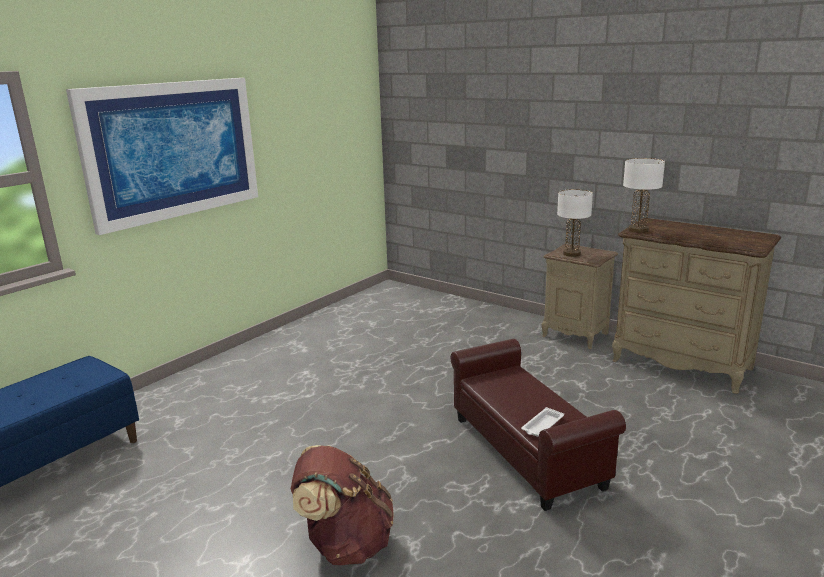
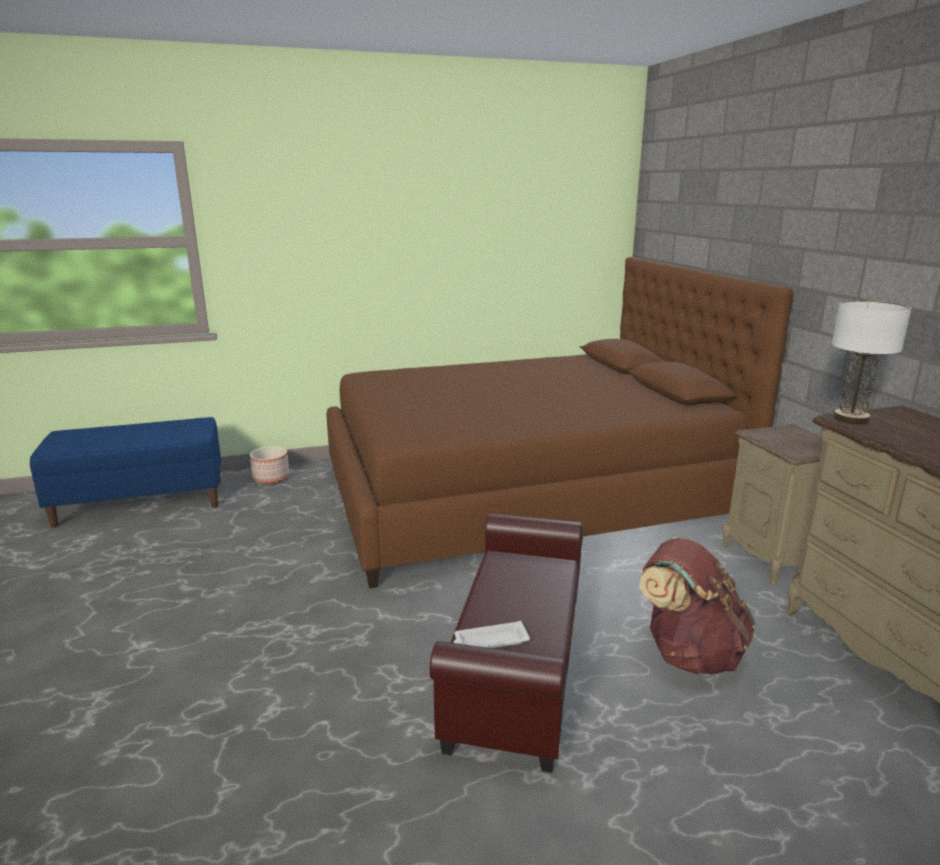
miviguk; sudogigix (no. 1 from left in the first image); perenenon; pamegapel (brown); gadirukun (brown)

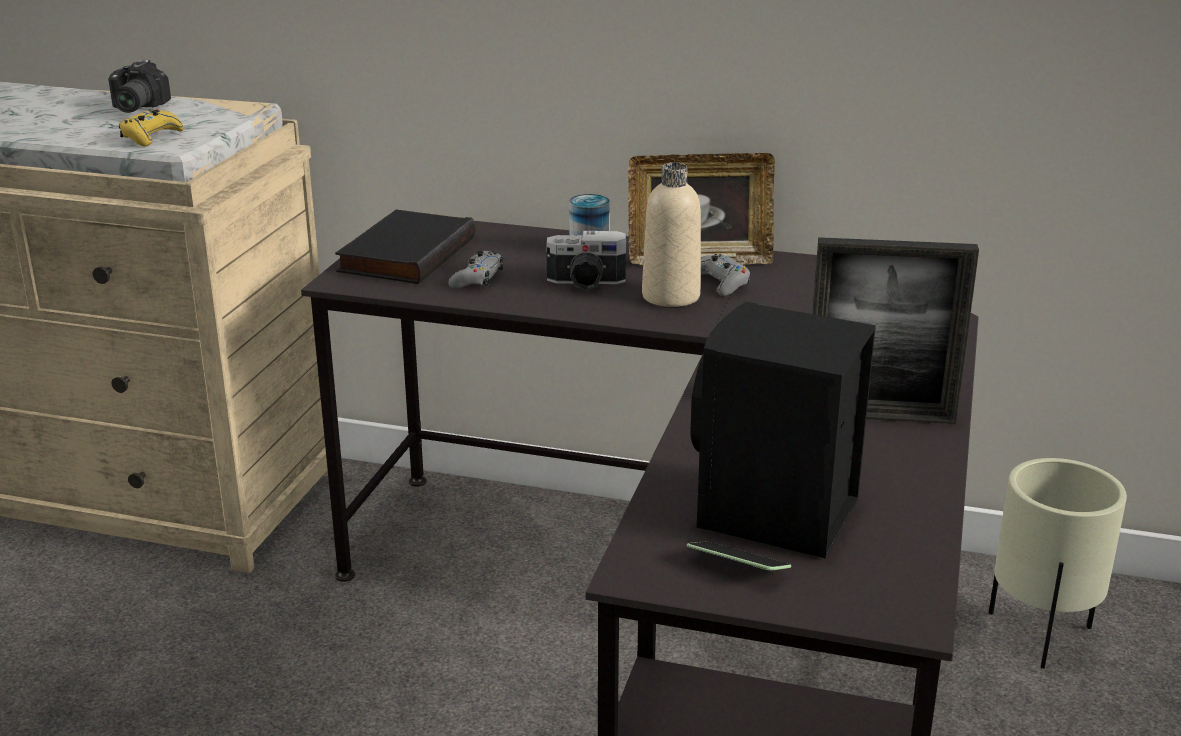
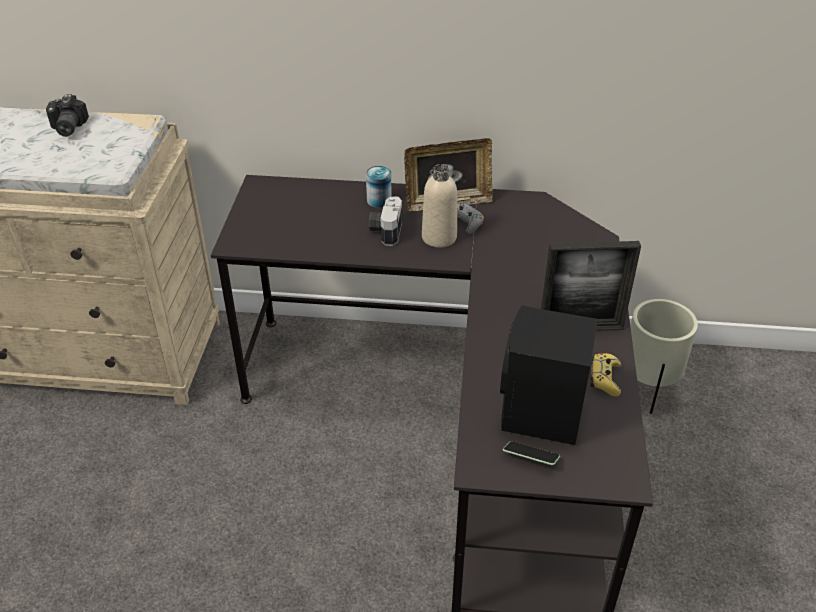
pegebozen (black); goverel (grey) (no. 1 from left in the first image); goverel (yellow); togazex (no. 2 from left)

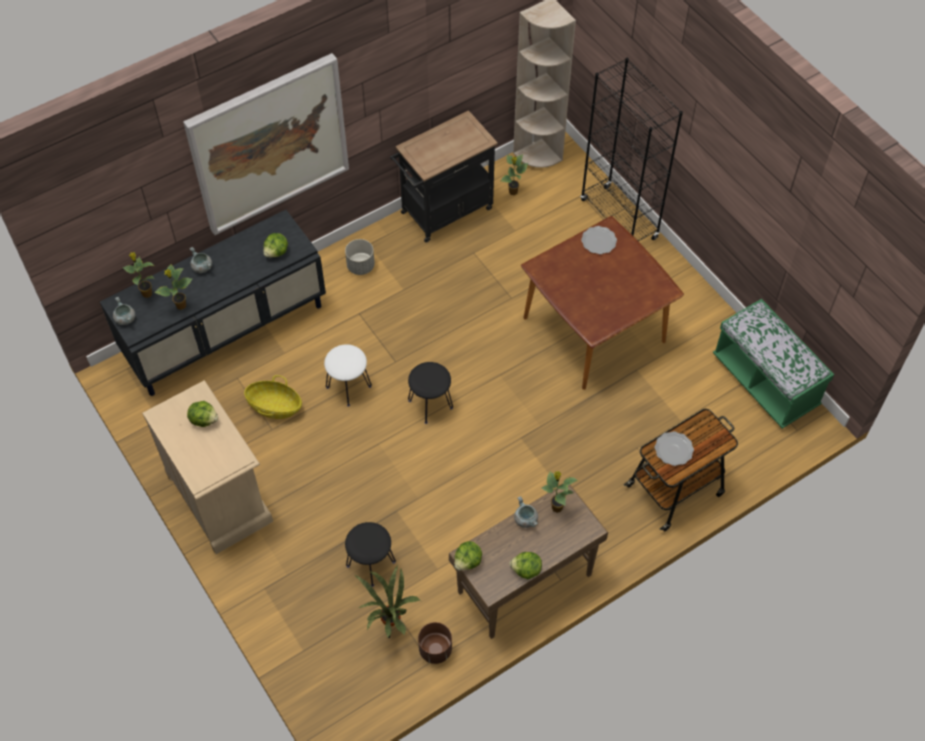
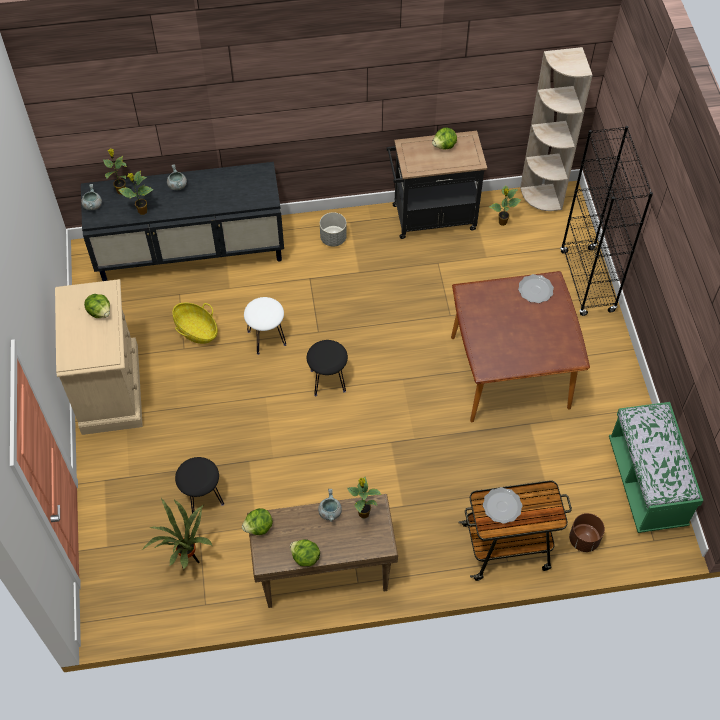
miviguk; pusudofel (no. 4 from left); perenenon (brown)

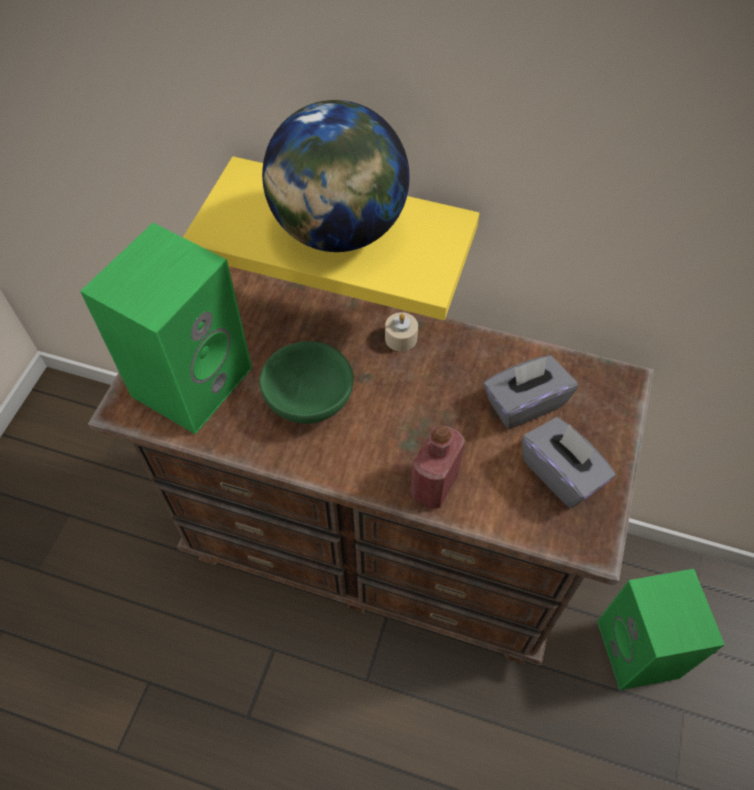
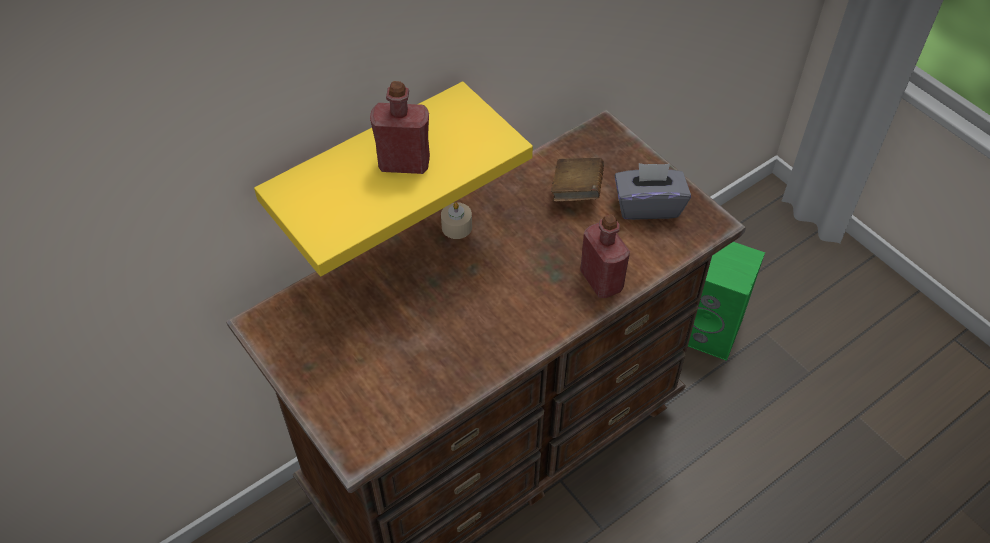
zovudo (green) (no. 1 from left in the first image); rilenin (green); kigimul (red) (no. 1 from left); pegebozen (brown)

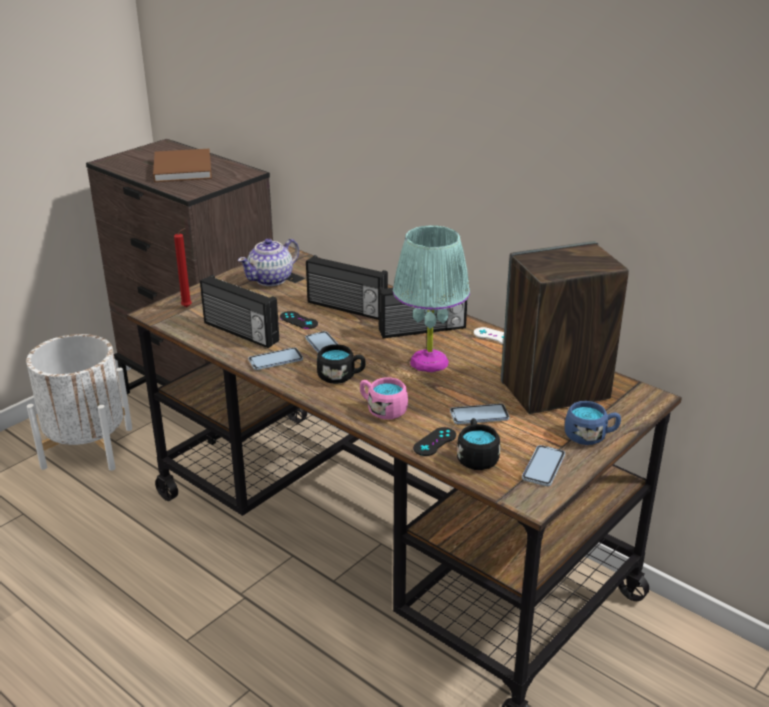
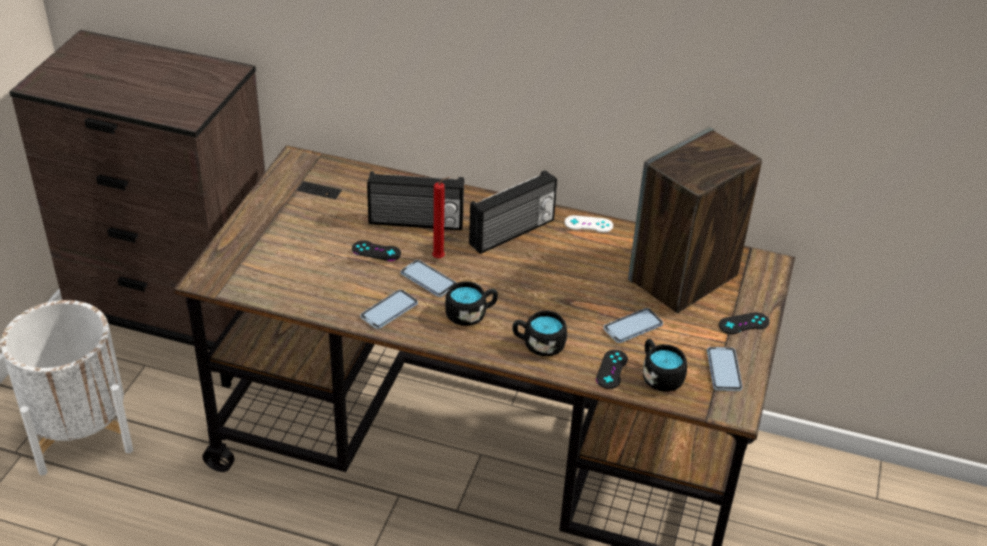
pegebozen (brown); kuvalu (no. 1 from left in the first image); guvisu; sudogigix (turquoise); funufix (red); goverel (black) (no. 3 from left); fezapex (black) (no. 2 from left)

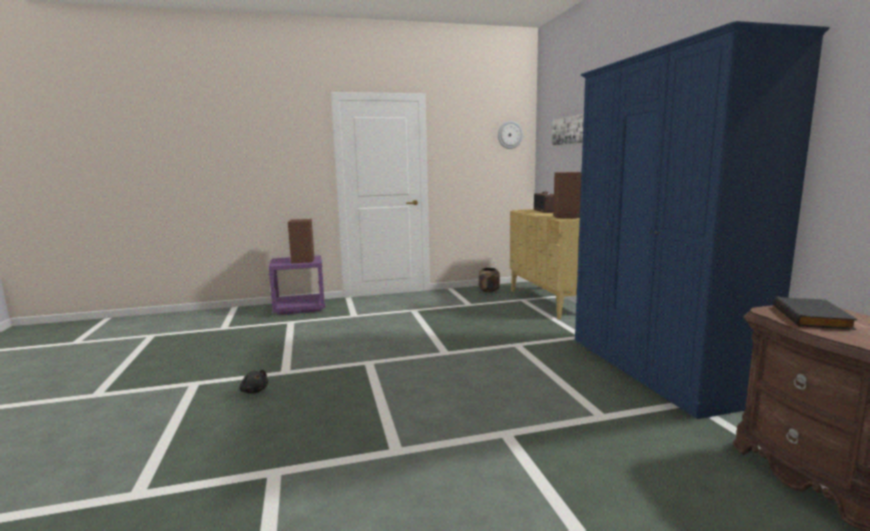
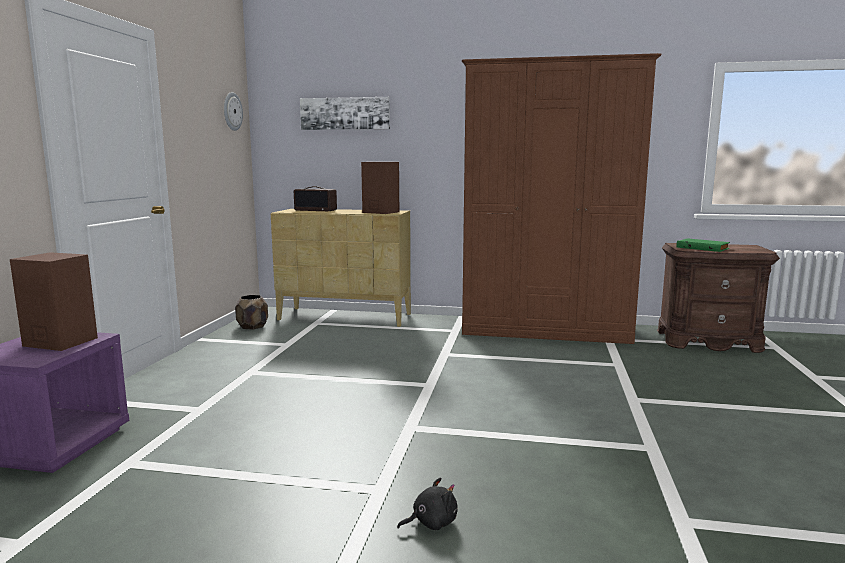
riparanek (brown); pegebozen (green)

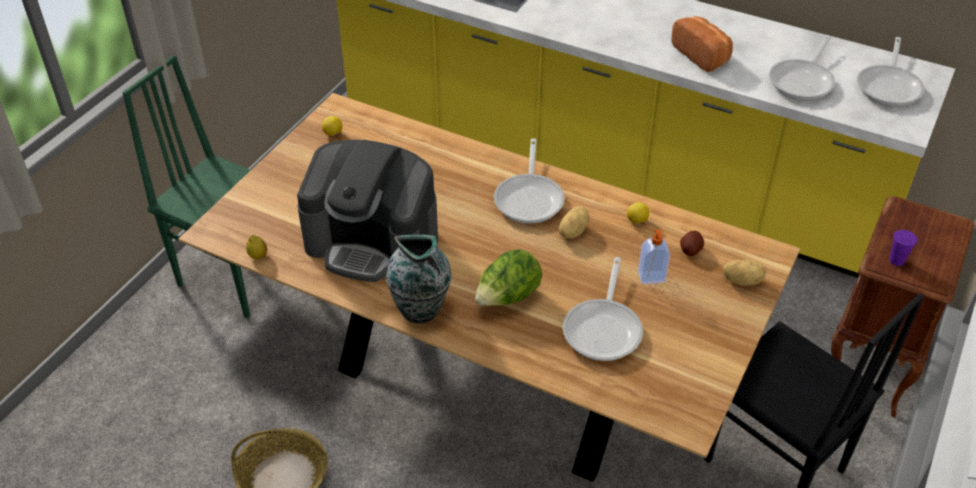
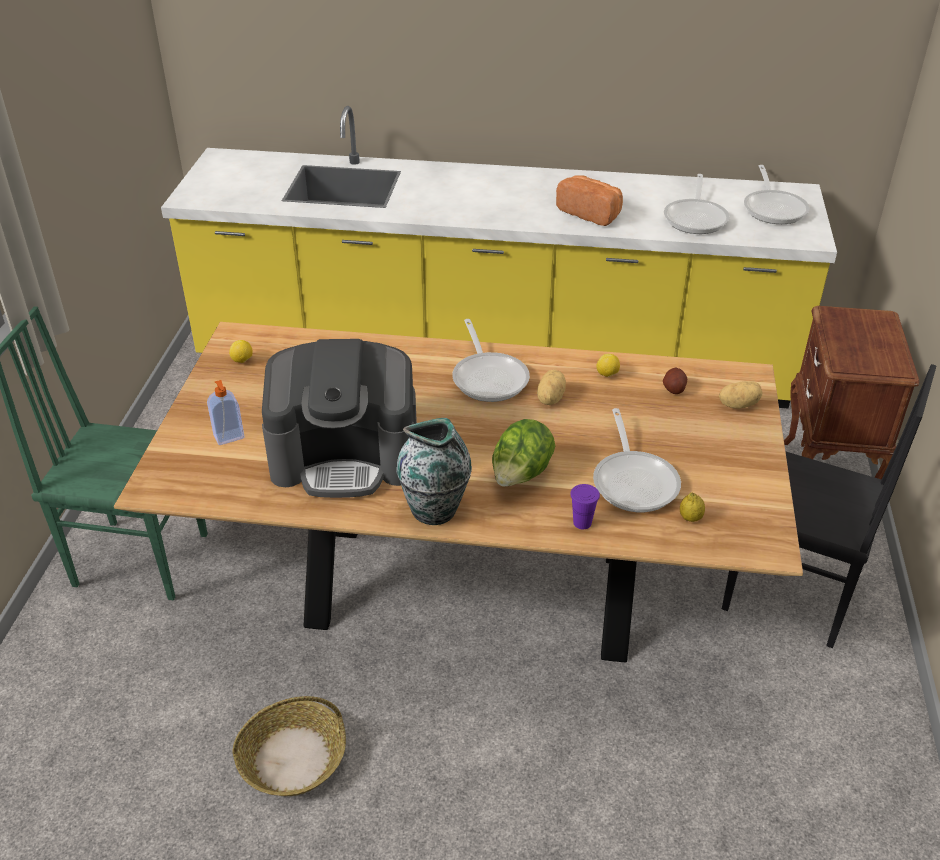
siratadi (no. 3 from left); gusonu; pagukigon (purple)

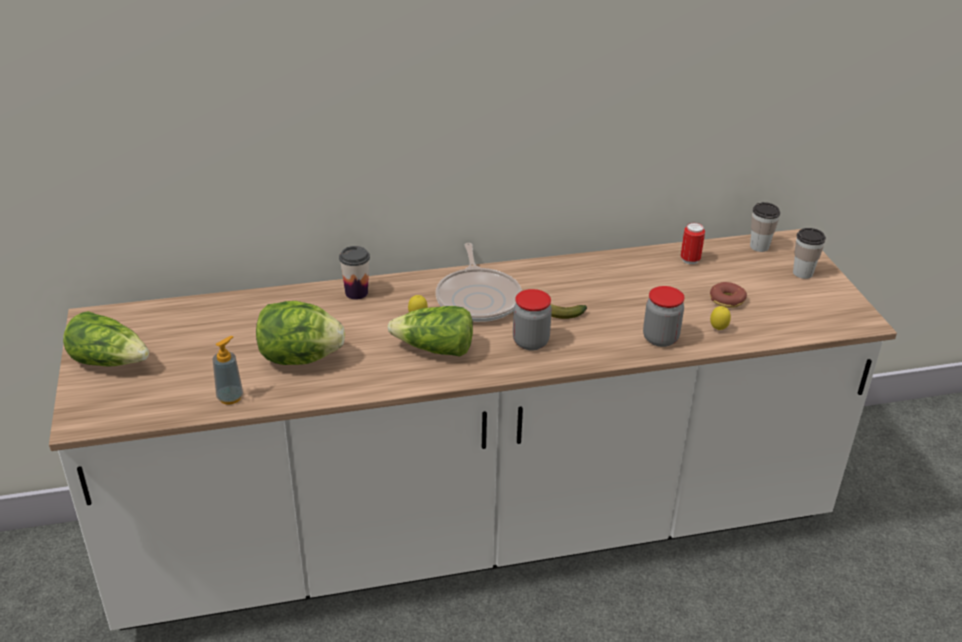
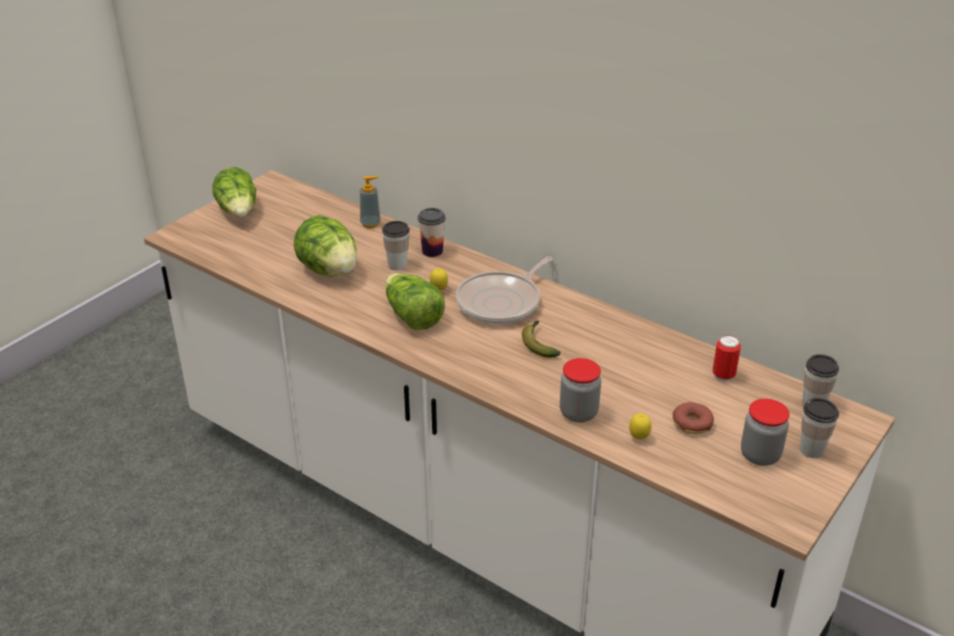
pagukigon (no. 1 from left); gusonu; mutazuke (no. 2 from left)

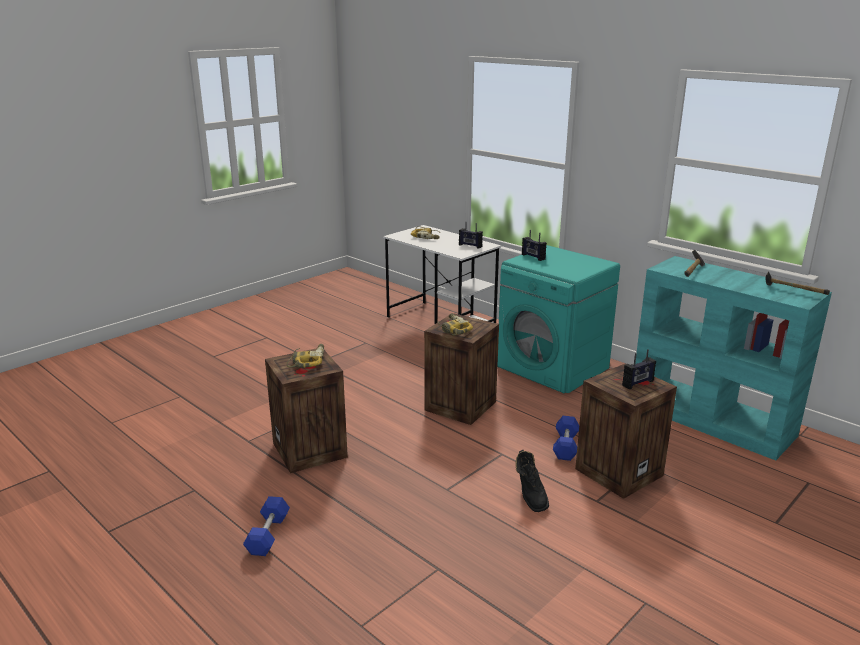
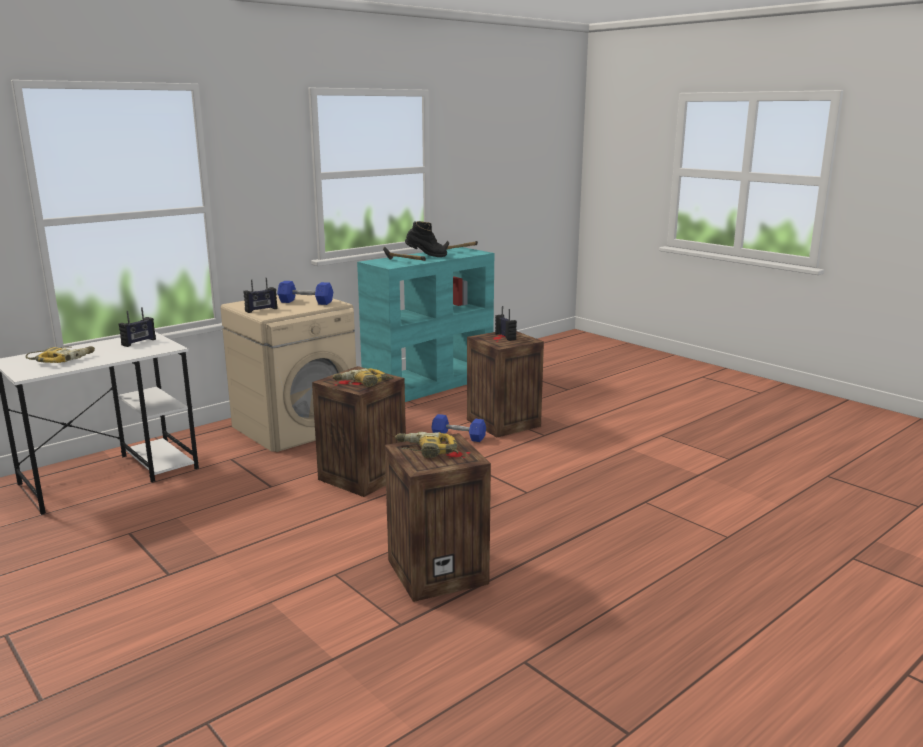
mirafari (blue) (no. 1 from left); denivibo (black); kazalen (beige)

